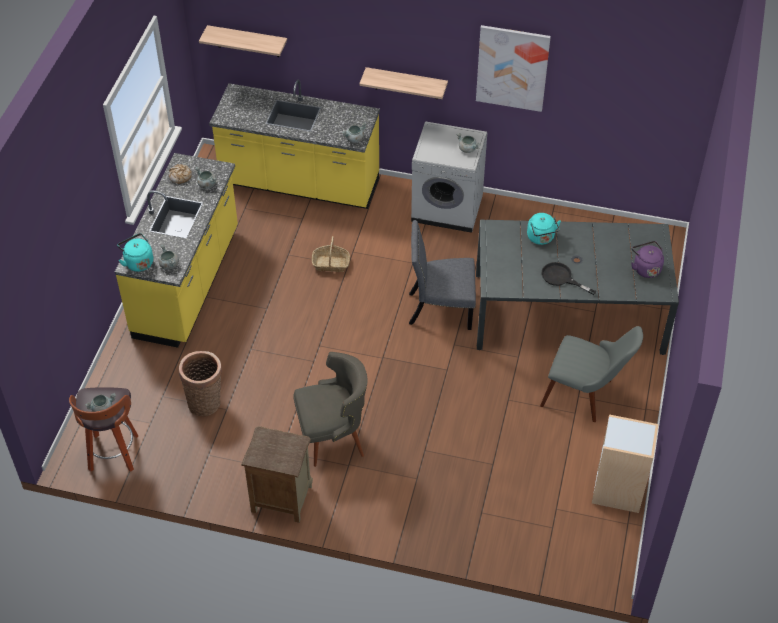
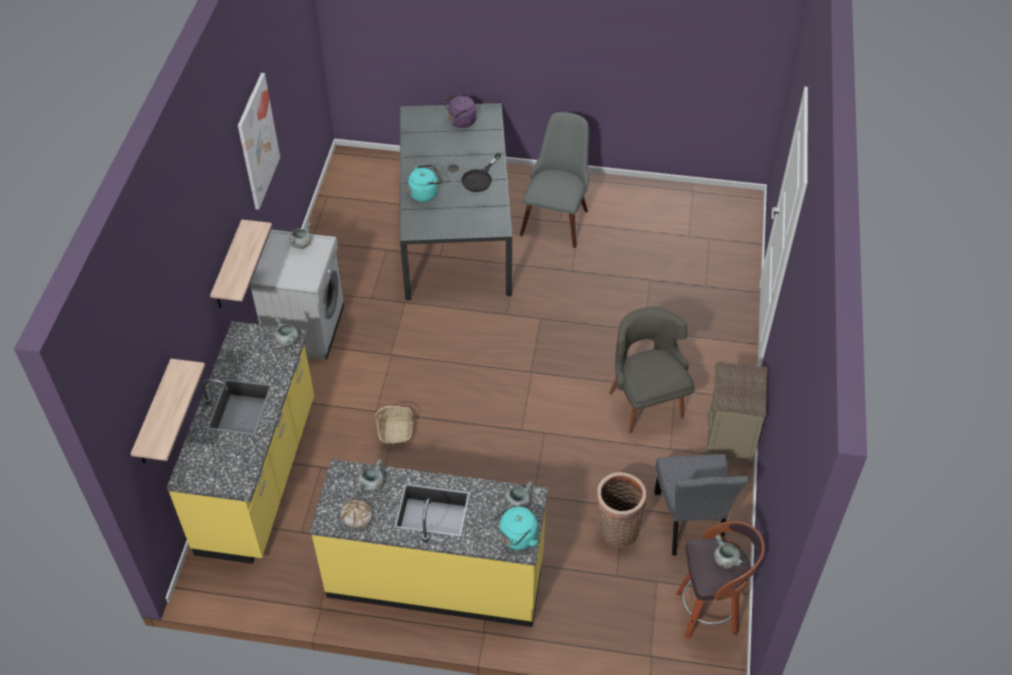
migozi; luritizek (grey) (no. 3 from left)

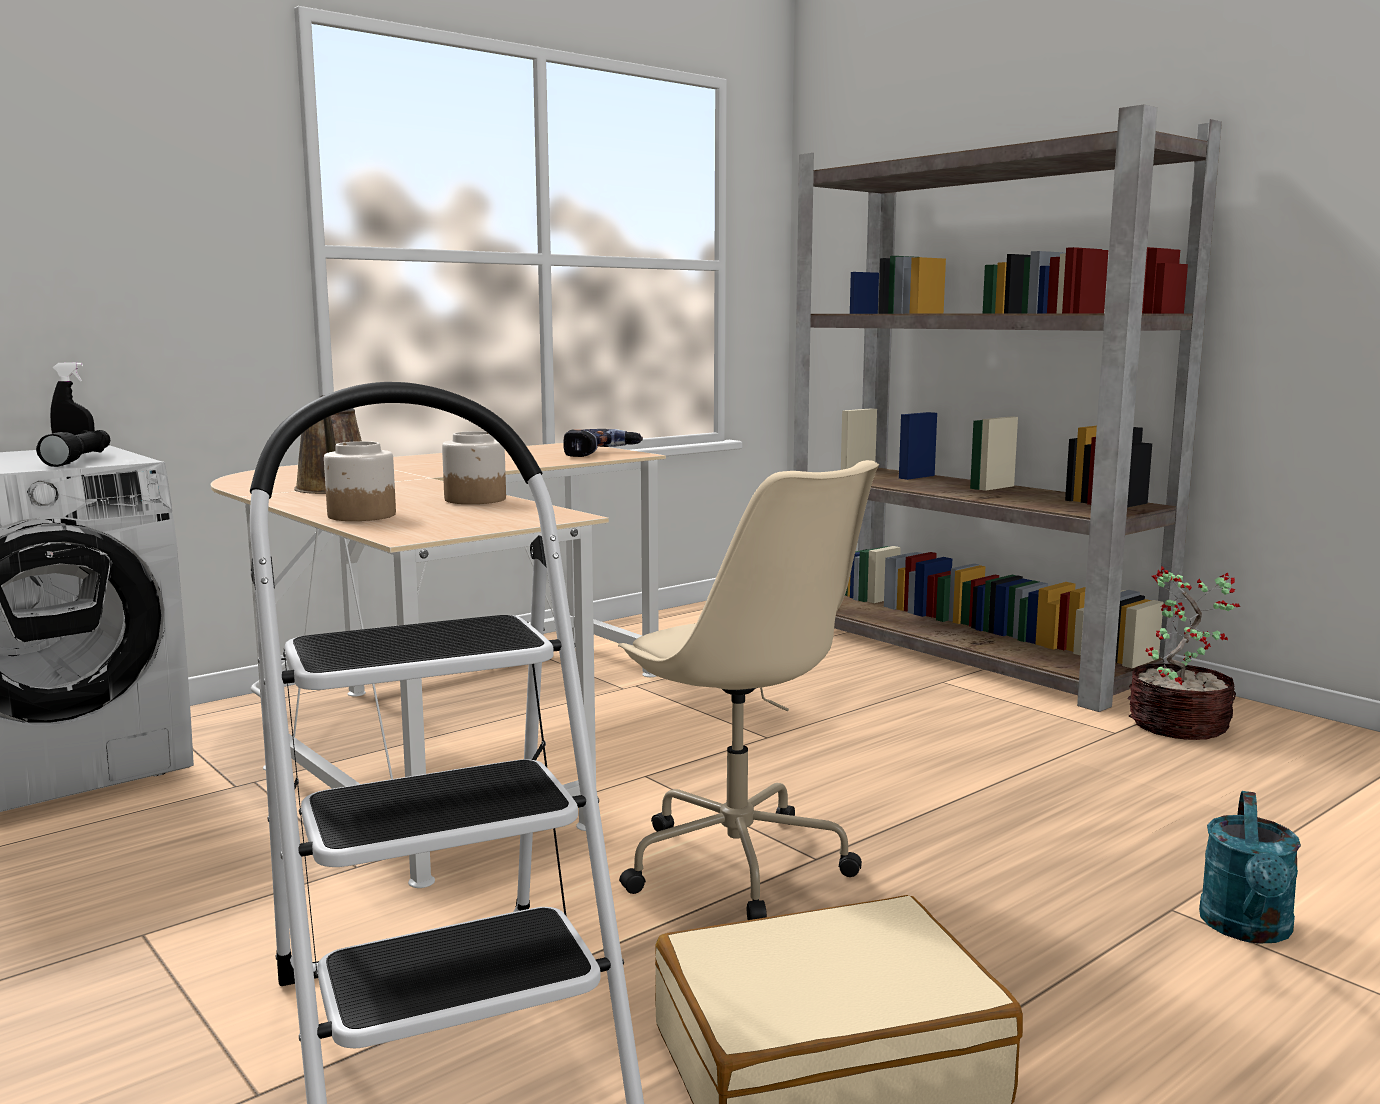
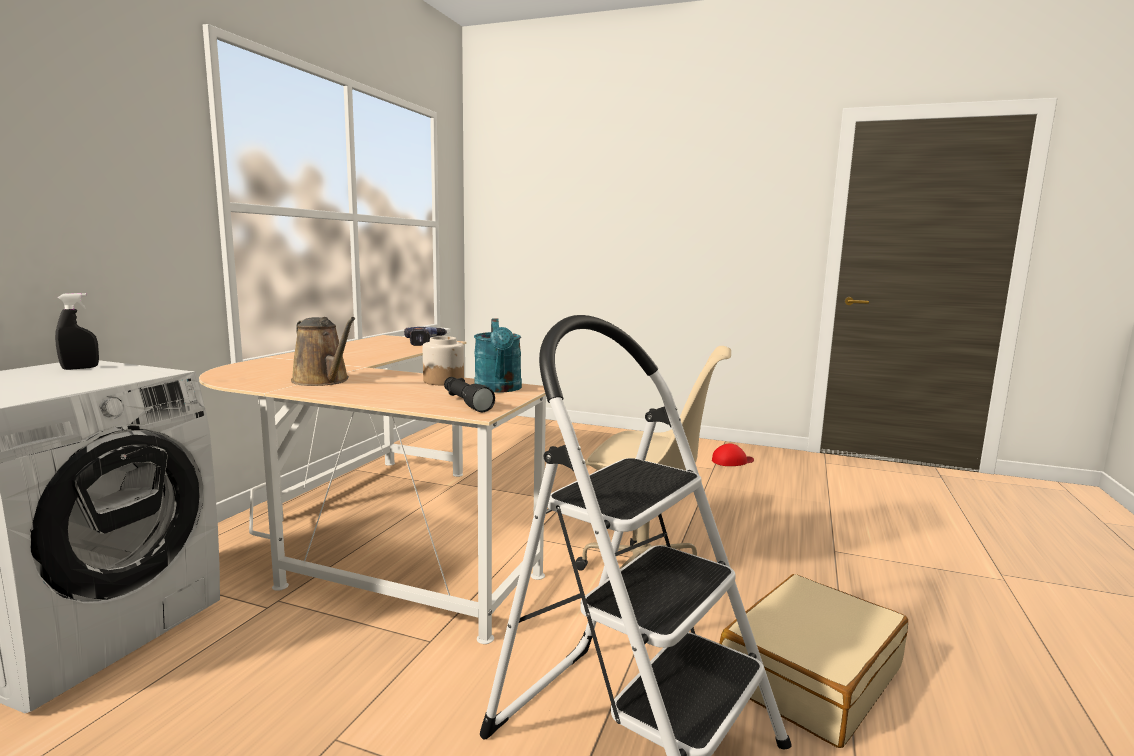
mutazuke (no. 1 from left in the first image); migozi (brown); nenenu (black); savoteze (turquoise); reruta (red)

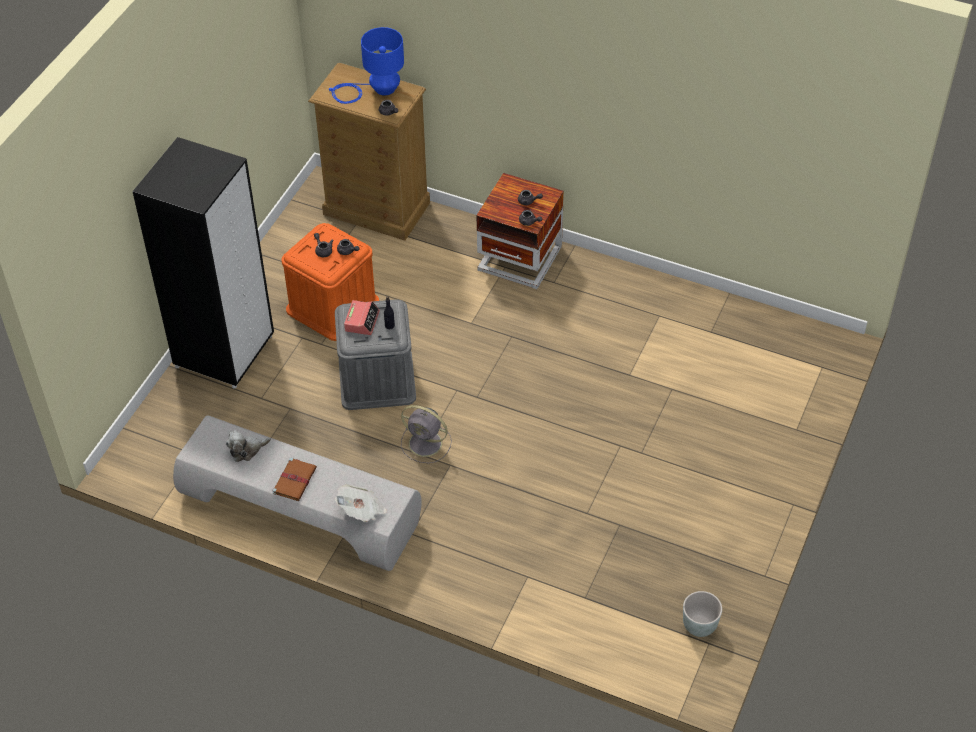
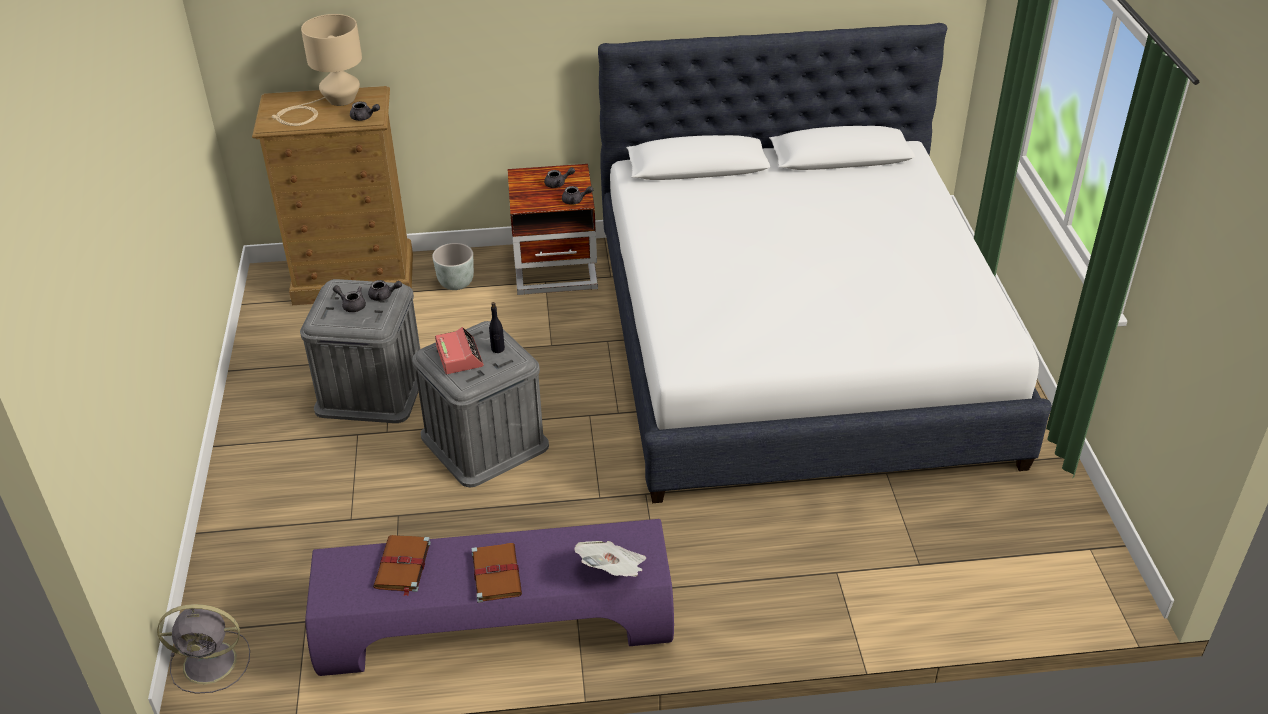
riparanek; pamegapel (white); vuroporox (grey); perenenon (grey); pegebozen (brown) (no. 1 from left); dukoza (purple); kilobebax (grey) (no. 1 from left); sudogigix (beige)

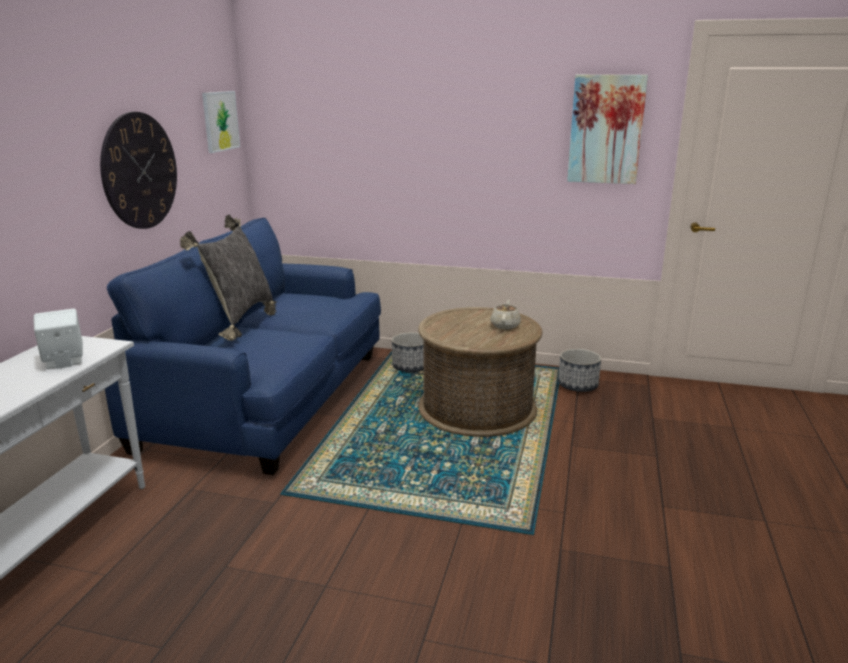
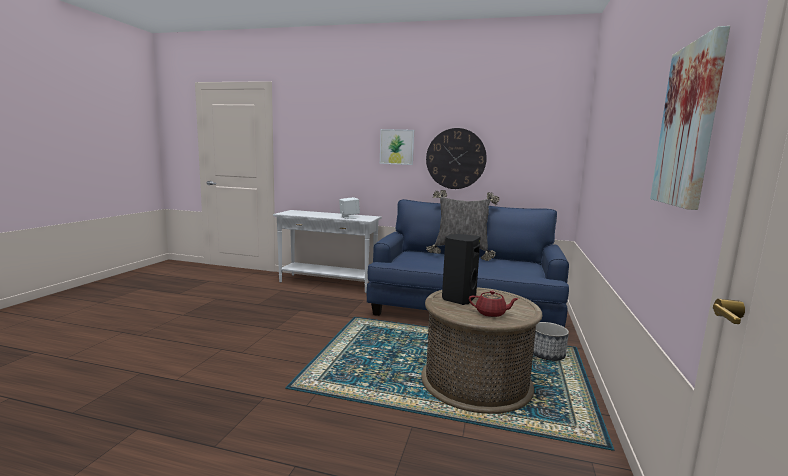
perenenon (no. 2 from left in the first image); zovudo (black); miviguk (no. 1 from left); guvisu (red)

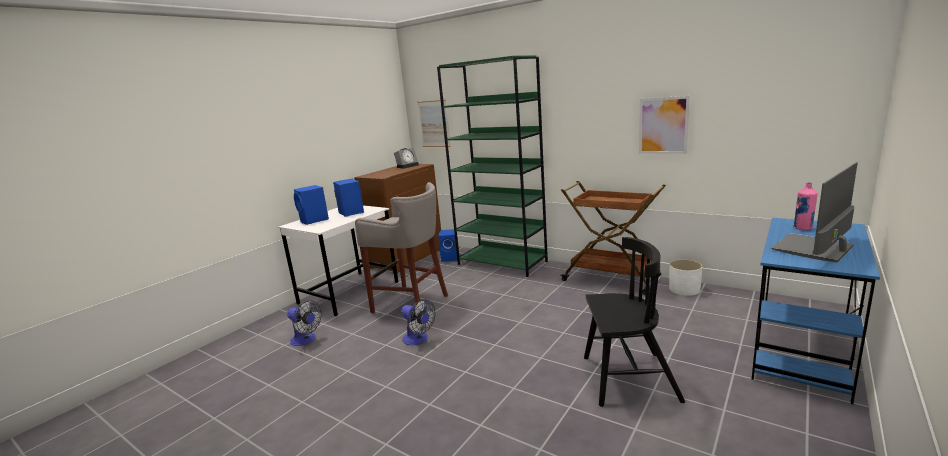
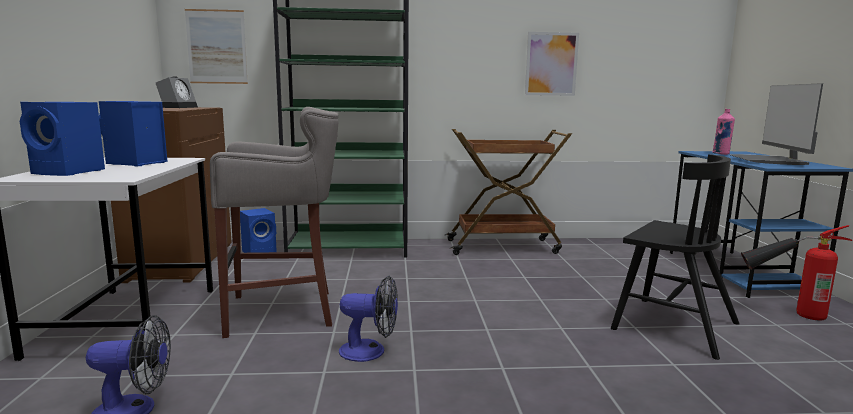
perenenon (white); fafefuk; luritizek (black)

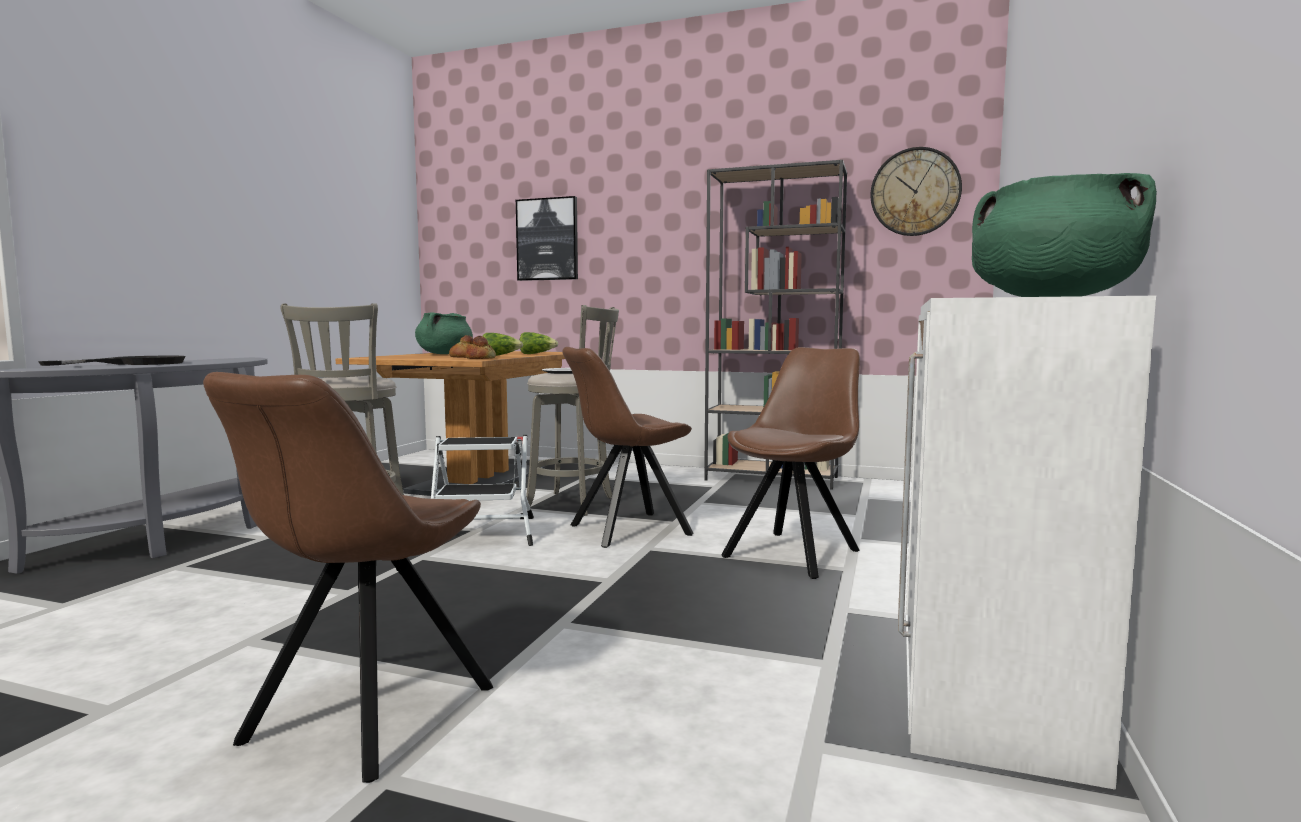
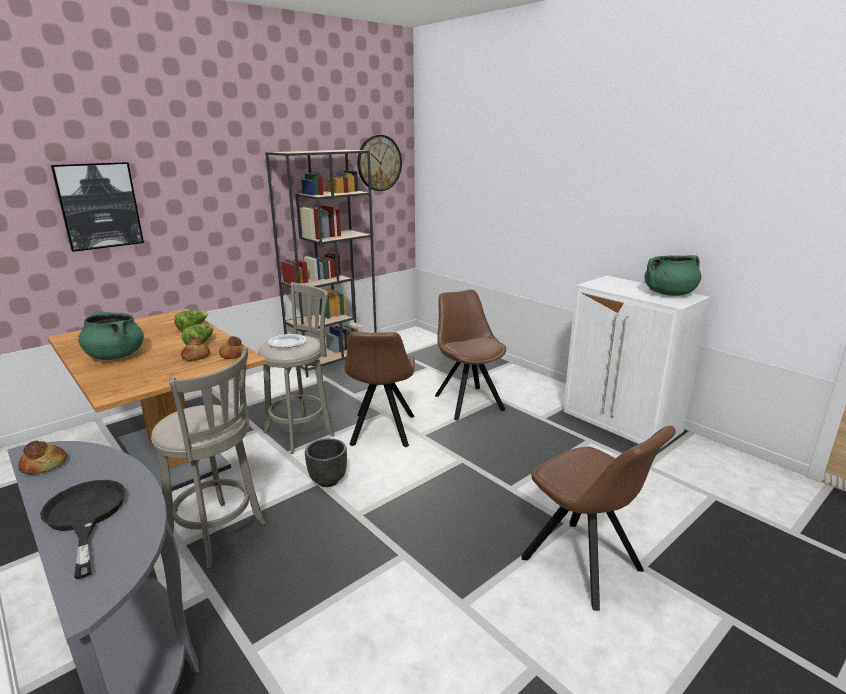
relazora (no. 1 from left); perenenon (black)

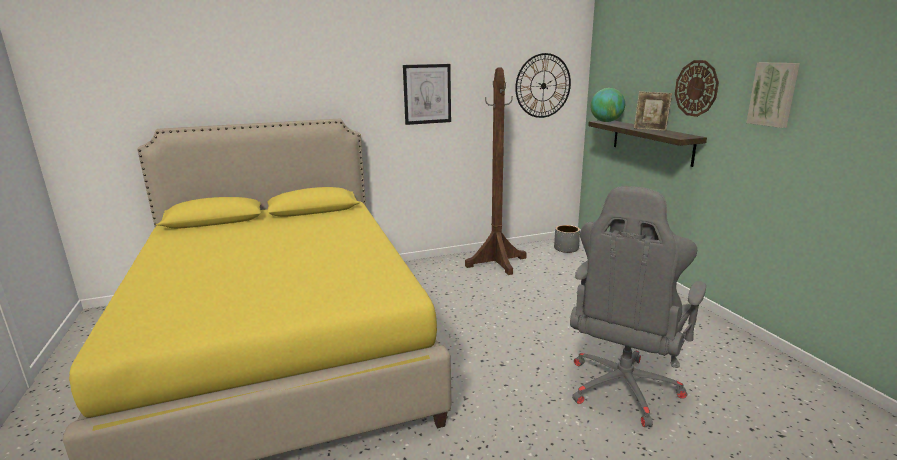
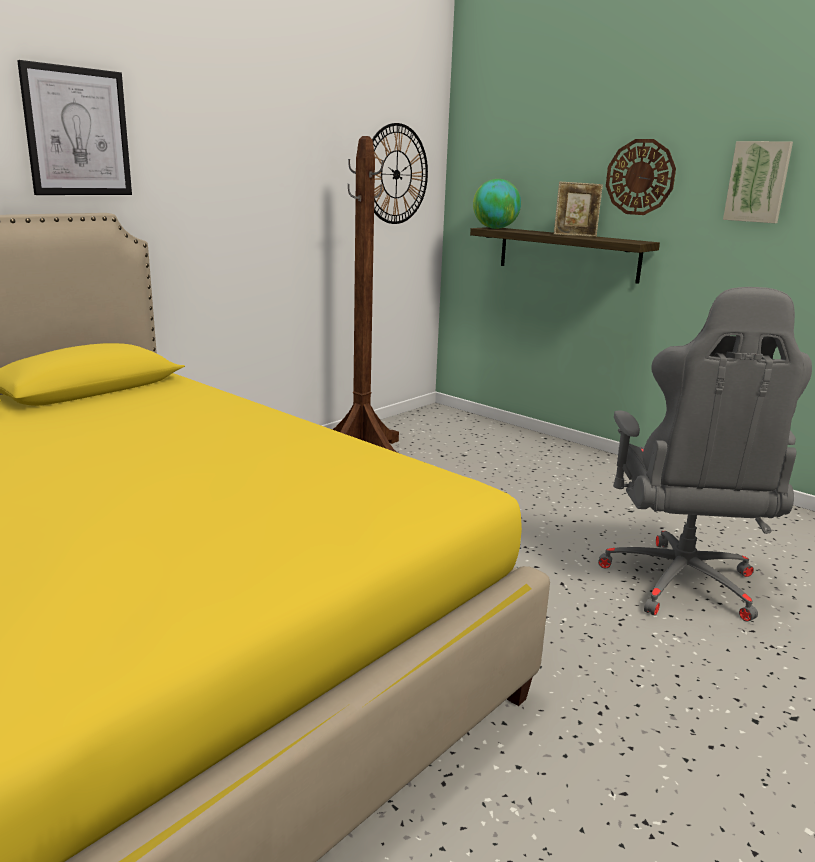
perenenon (grey); miviguk (no. 1 from left)

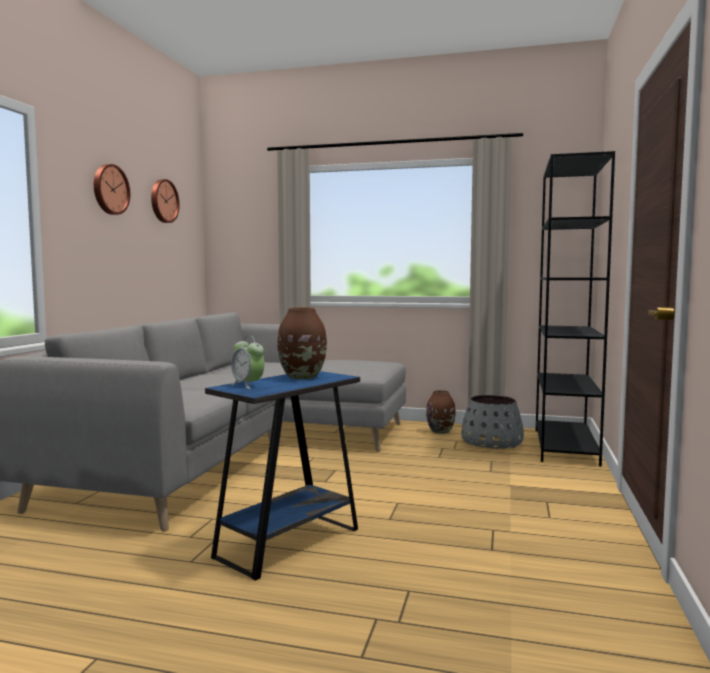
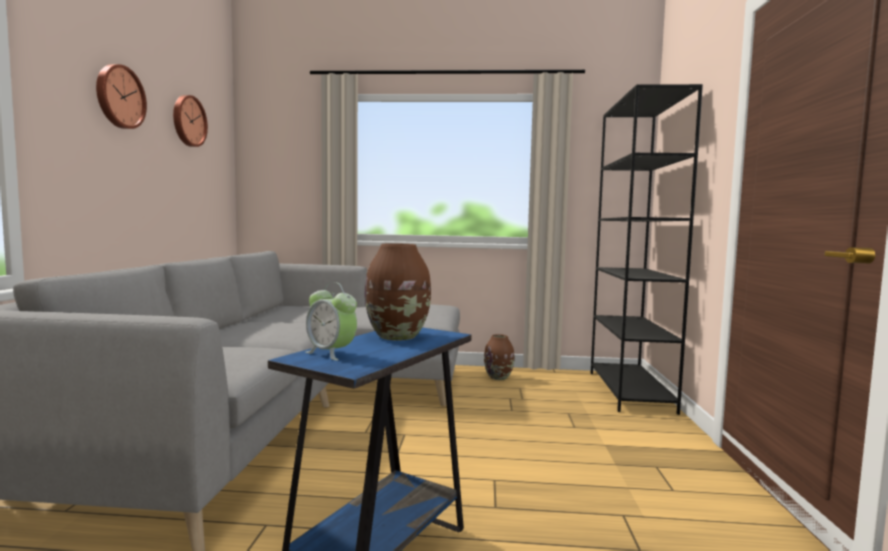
perenenon (grey)

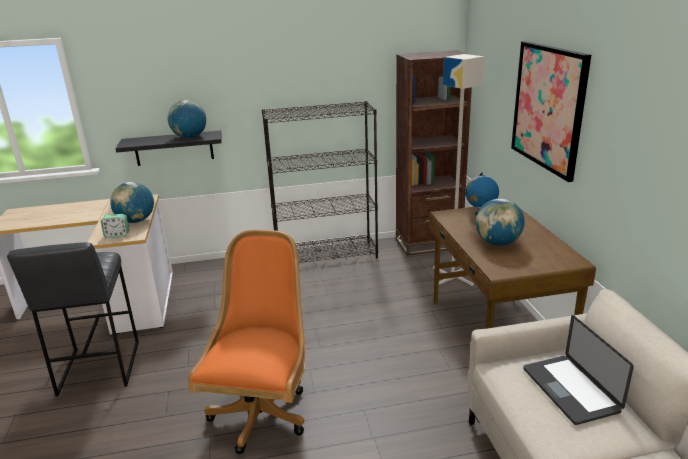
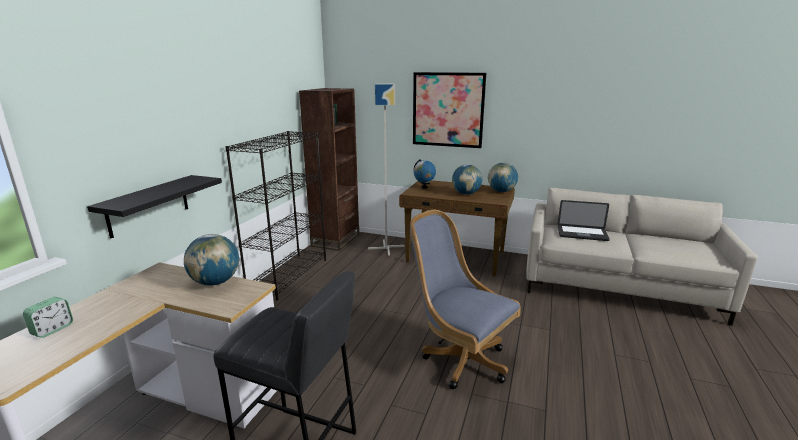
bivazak; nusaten (no. 4 from left); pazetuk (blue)

